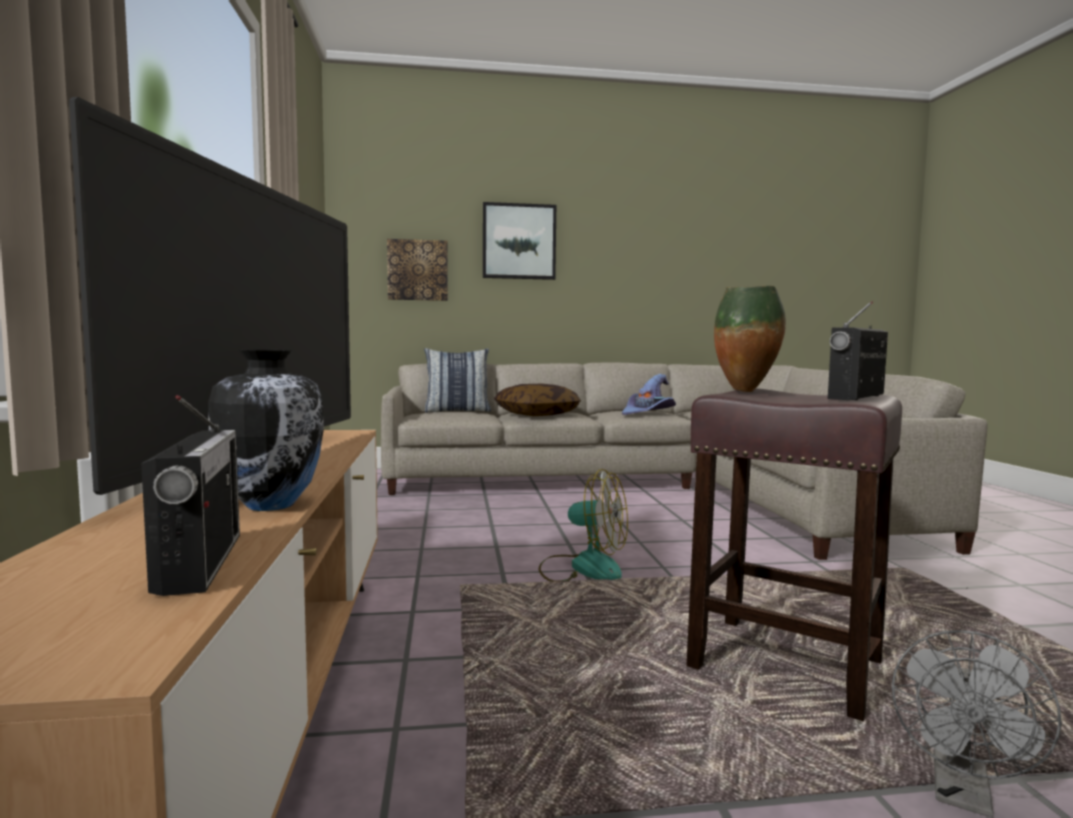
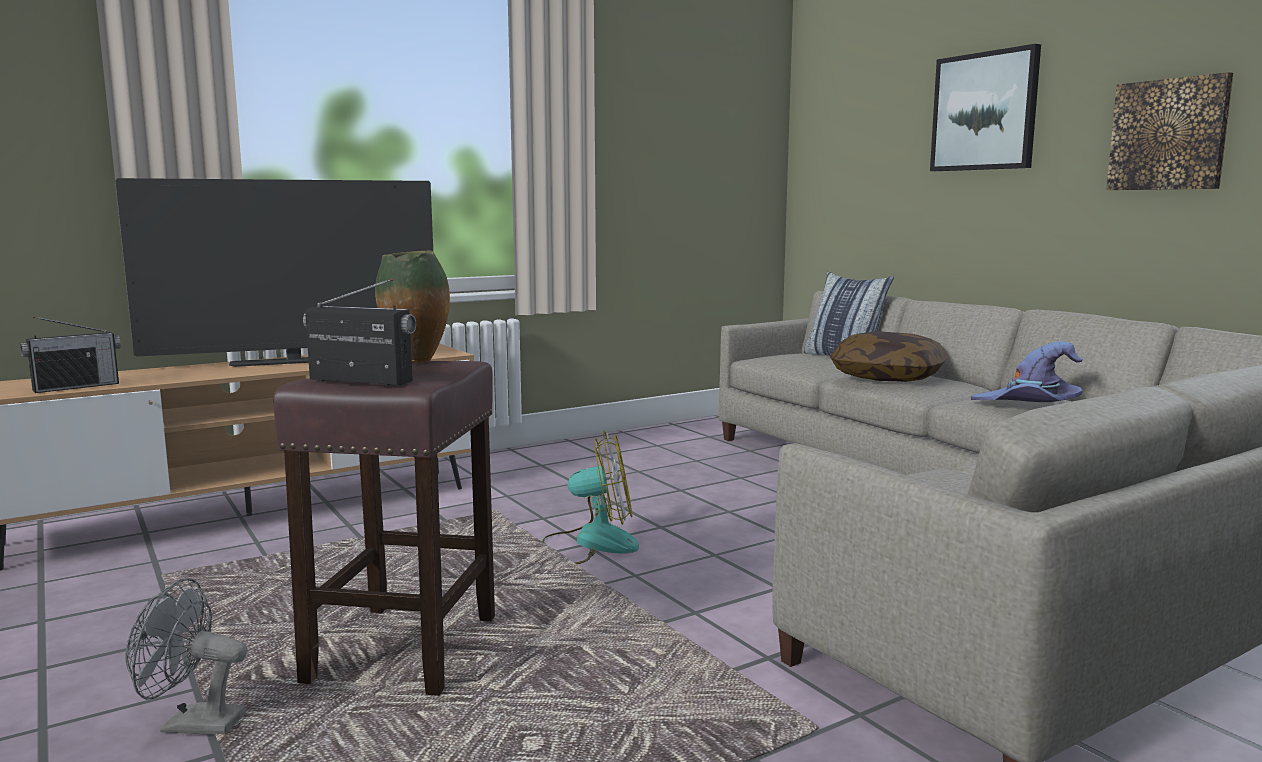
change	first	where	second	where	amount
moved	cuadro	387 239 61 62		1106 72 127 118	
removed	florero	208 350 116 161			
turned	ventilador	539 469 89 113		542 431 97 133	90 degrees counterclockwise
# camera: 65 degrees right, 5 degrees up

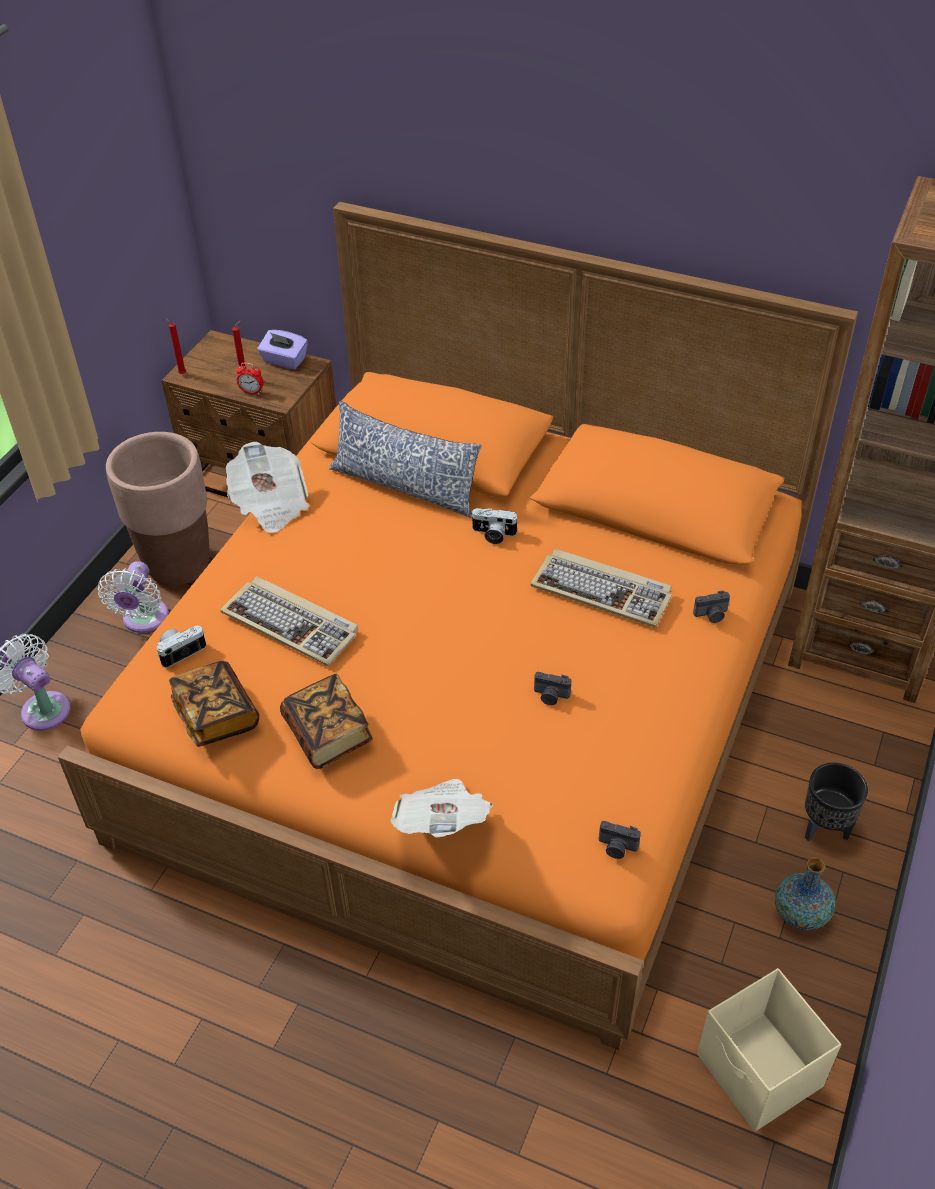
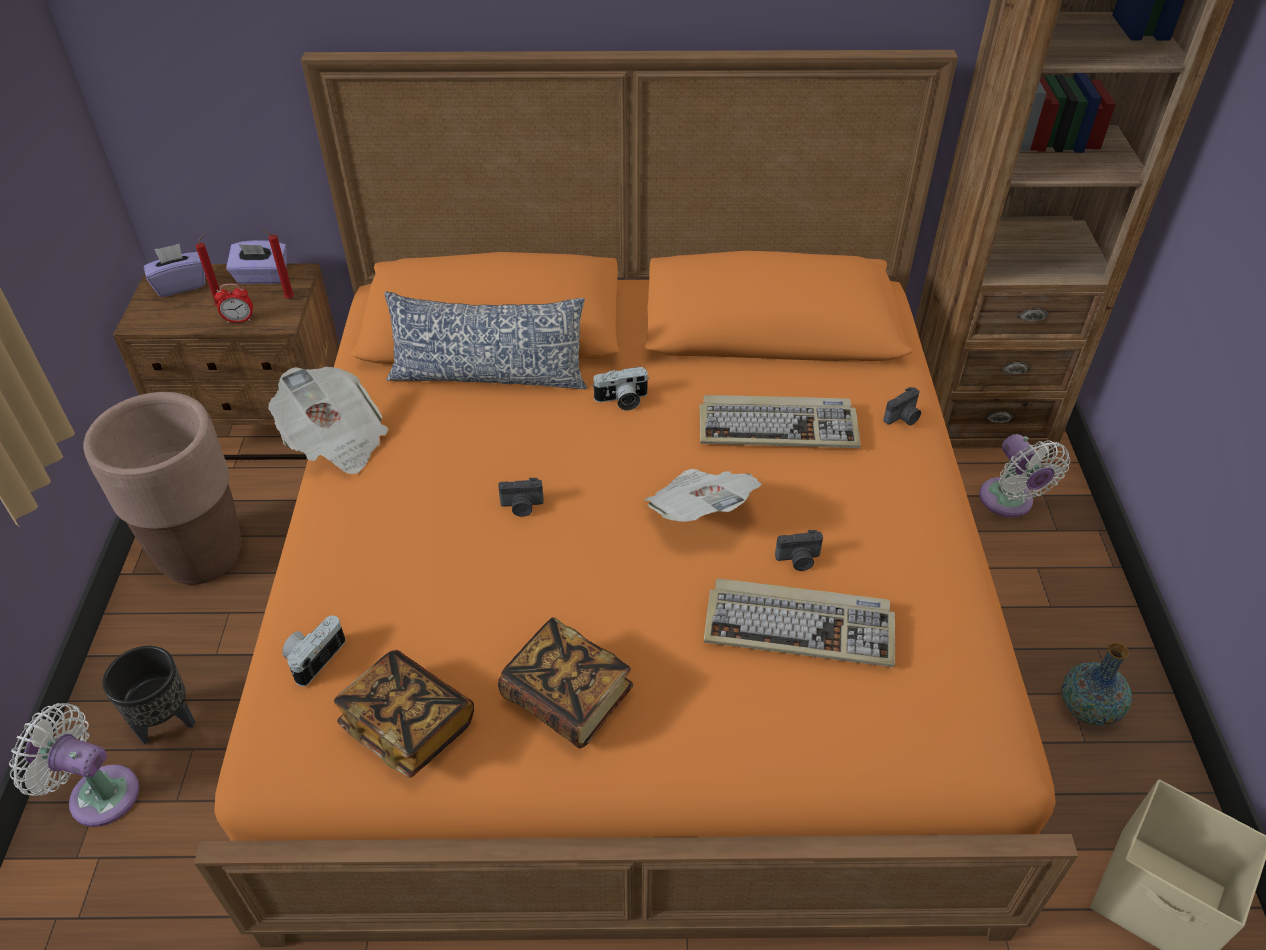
change	first	where	second	where	amount
moved	vela/rojo	165 318 21 56		263 230 31 69	
moved	ventilador/blanco	97 561 72 72		979 434 91 83	
moved	teclado	220 576 138 90		704 578 191 89	
moved	maceta/negro	805 763 63 78		102 646 93 99	
moved	periódico	390 779 103 59		644 469 118 53	
moved	cámara	599 821 42 38		498 478 46 39	
added			caja de pañuelos/morado	144 244 61 53	
# camera: 25 degrees left, 0 degrees up

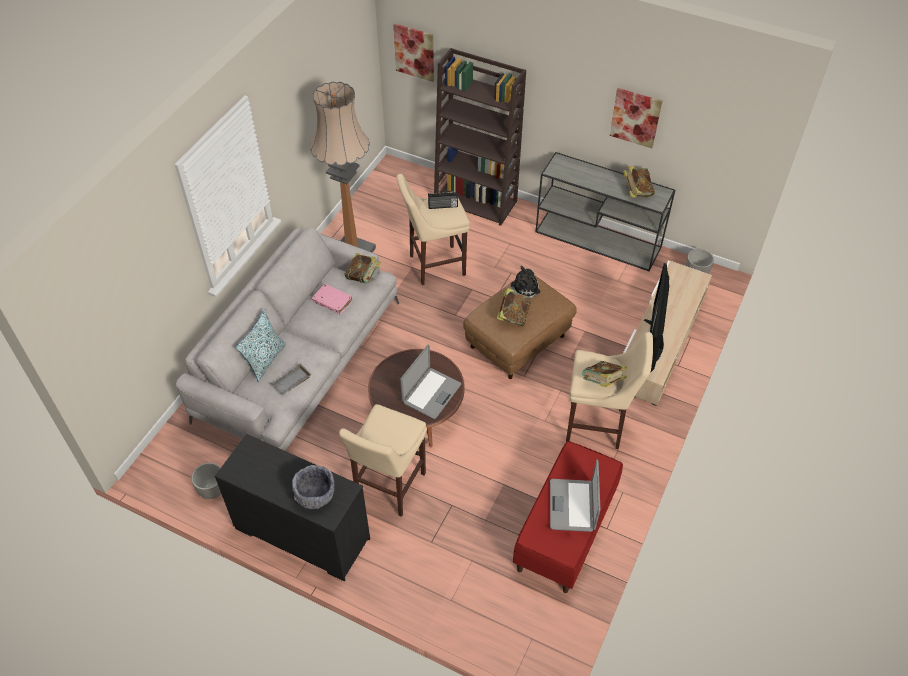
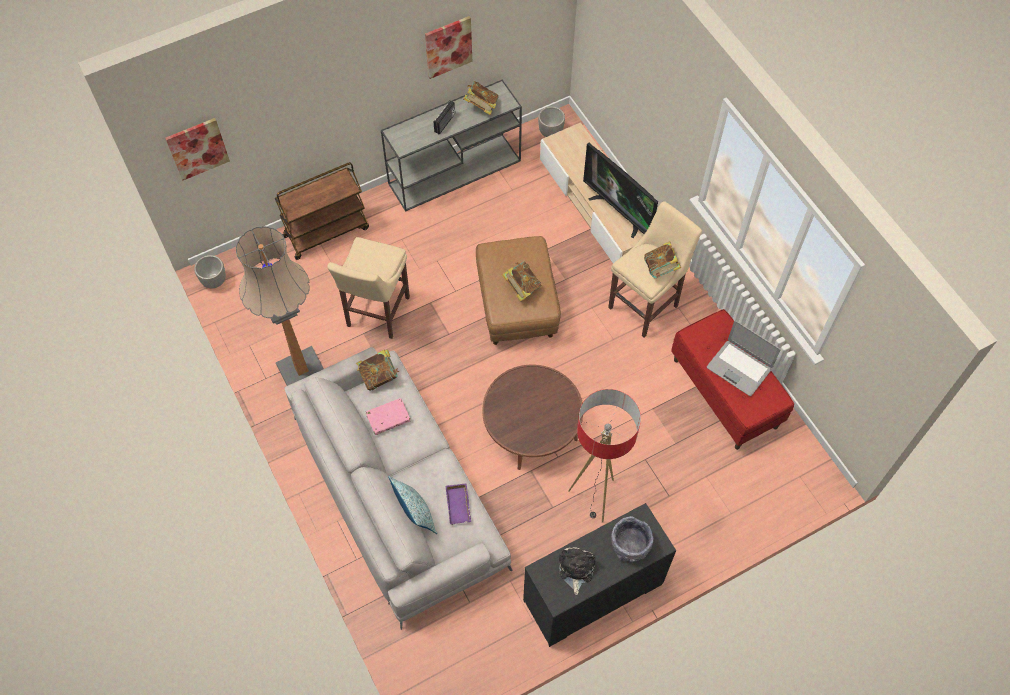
change	first	where	second	where	amount
replaced	estantería/marrón	434 48 92 178	carrito/marrón	275 162 94 98	
moved	radio	428 191 30 18		434 100 21 35	
moved	peluche	510 266 30 32		559 547 36 48	
removed	portátil	400 345 61 74			
recoloured	bandeja/gris	271 363 41 33	bandeja/morado	446 483 25 42	
replaced	taburete/beis	339 404 88 113	lámpara de pie	568 389 73 134	
moved	maceta	191 463 30 36		194 255 32 33	
# camera: 55 degrees left, 10 degrees up

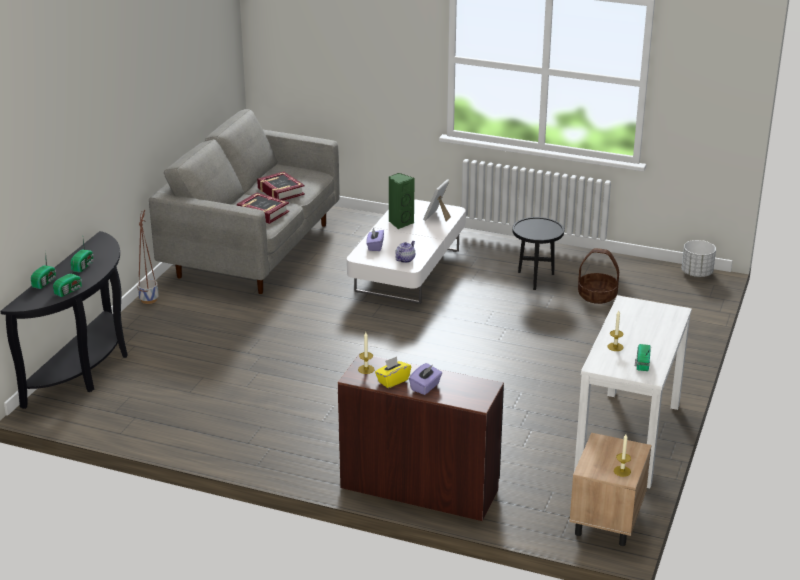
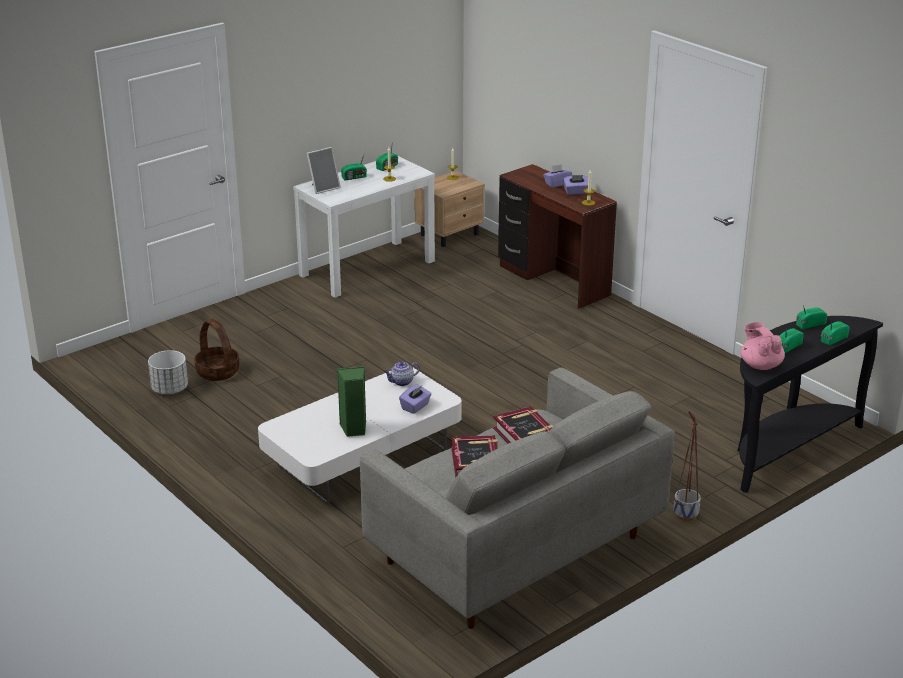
change	first	where	second	where	amount
moved	portarretratos	423 179 28 42		307 147 34 47	
removed	mesa auxiliar/negro	513 217 51 73			
moved	maceta/blanco	682 240 34 37		148 350 40 44	
recoloured	caja de pañuelos/amarillo	375 356 36 32	caja de pañuelos/morado	563 175 25 20	
added			radio	341 152 26 29	
added			tetera/rosa	741 322 44 48	
# camera: 150 degrees left, 0 degrees up

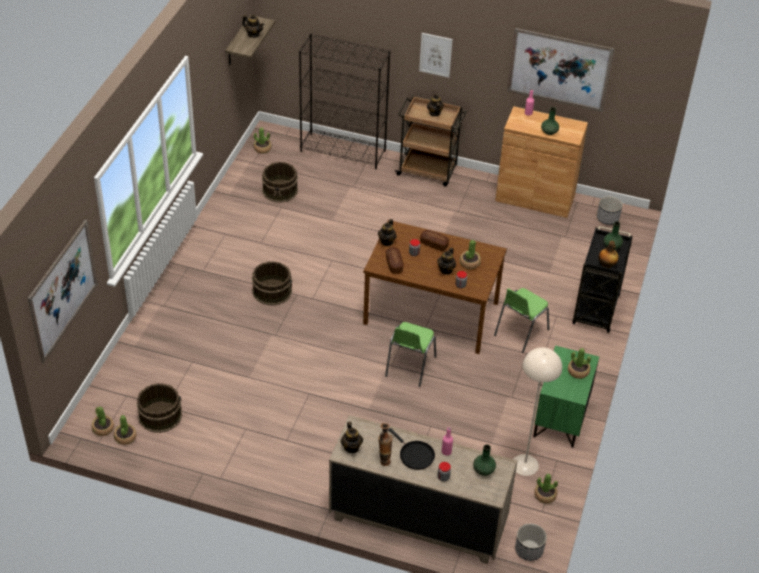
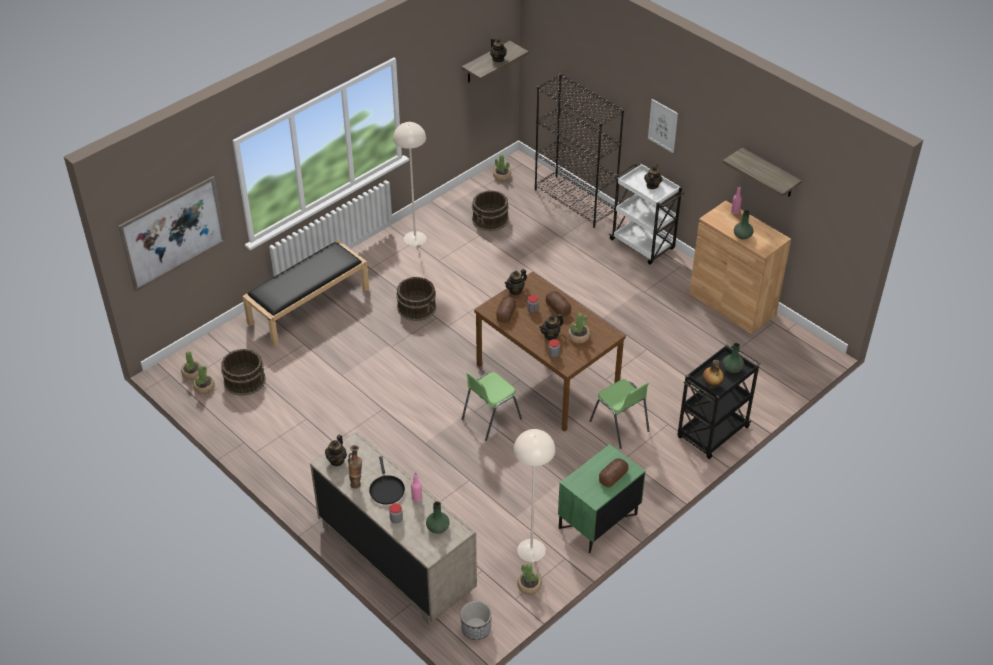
change	first	where	second	where	amount
replaced	cuadro	507 28 107 84	estante	723 148 79 49	
recoloured	carrito/marrón	395 96 72 90	carrito/blanco	609 163 75 102	
removed	maceta	597 196 26 29			
turned	silla/verde	494 288 55 65		589 379 60 70	105 degrees counterclockwise
replaced	planta en maceta	568 348 23 31	pan	599 458 29 30	
added			lámpara de pie/beis	393 122 34 124	
added			banco/negro	242 240 127 107	
# camera: 30 degrees right, 0 degrees up

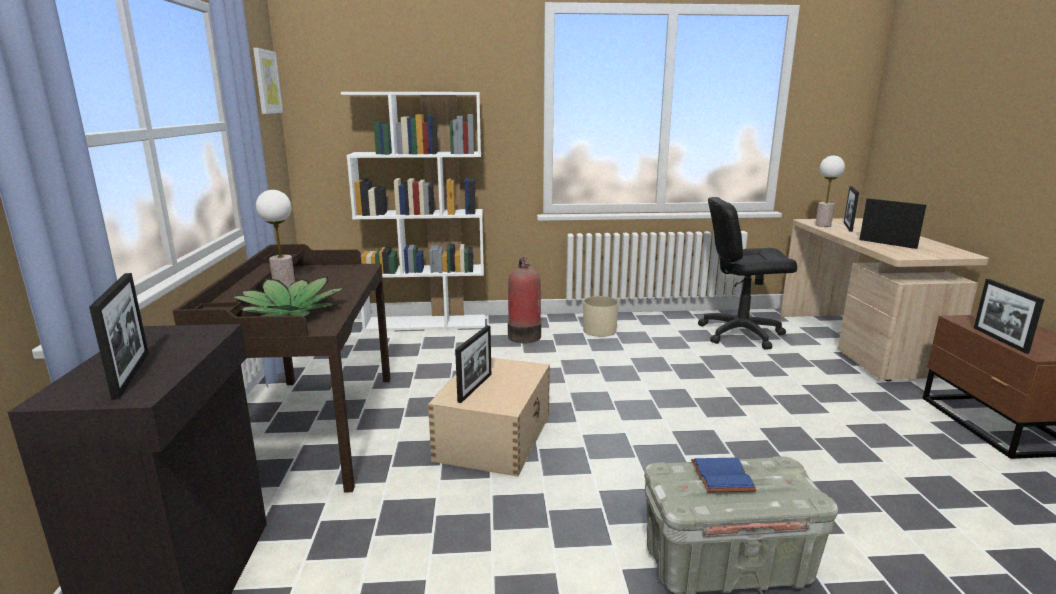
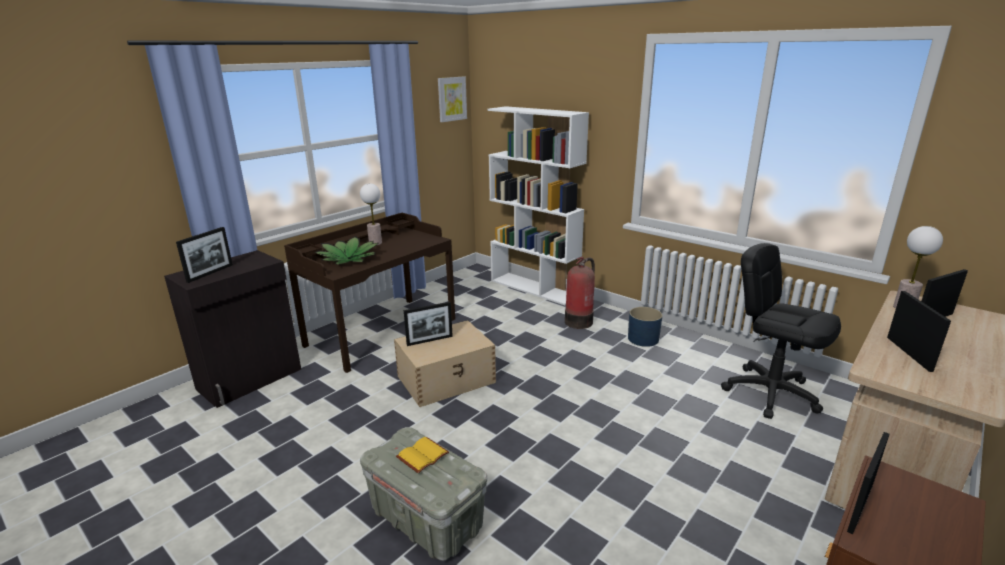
change	first	where	second	where	amount
recoloured	maceta/beis	583 296 36 41	maceta/azul	628 307 35 40	
recoloured	libro/azul	691 458 66 34	libro/amarillo	396 437 53 37	
# camera: 45 degrees right, 5 degrees up

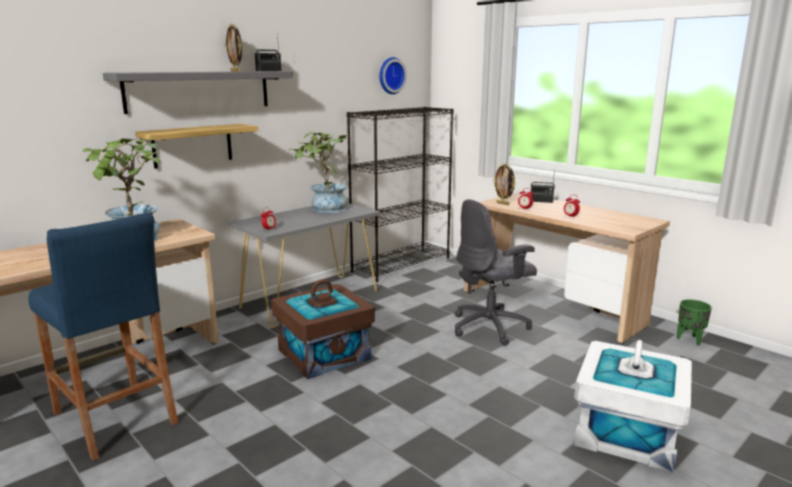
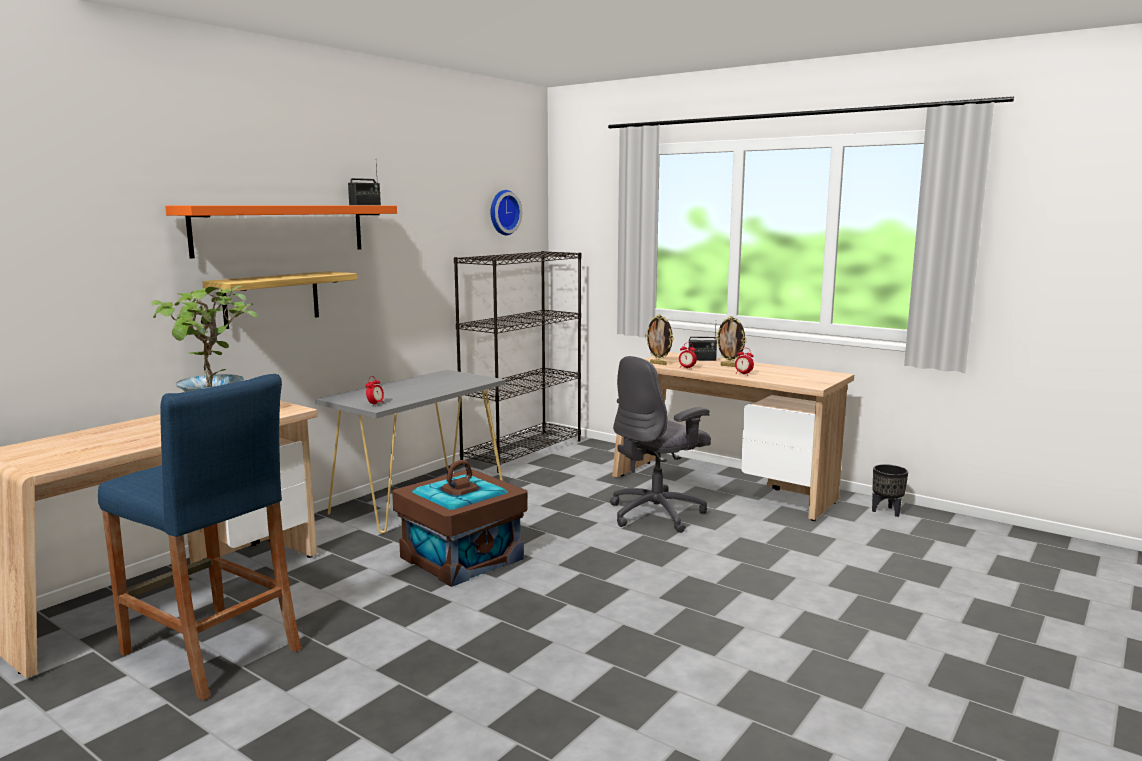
change	first	where	second	where	amount
moved	portarretratos	225 23 17 49		715 316 32 51	
recoloured	estante/gris	103 71 190 43	estante/naranja	165 206 232 52	
removed	planta en maceta	288 132 59 81			
recoloured	maceta/verde	677 299 35 46	maceta/negro	872 464 36 53	
removed	caja de almacenaje/blanco	574 340 118 133			
# camera: 10 degrees left, 5 degrees down

